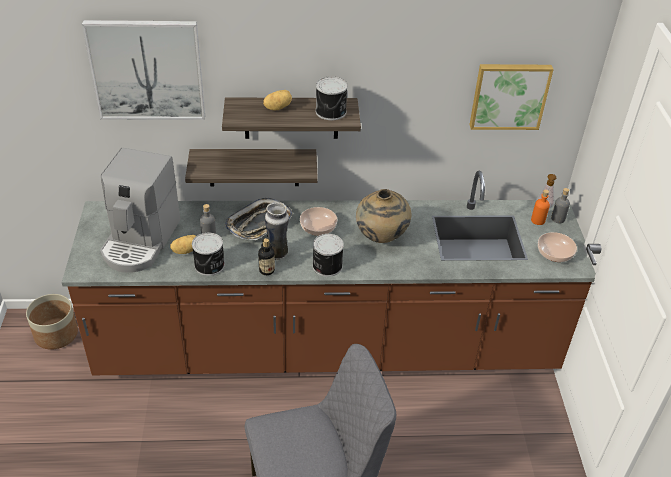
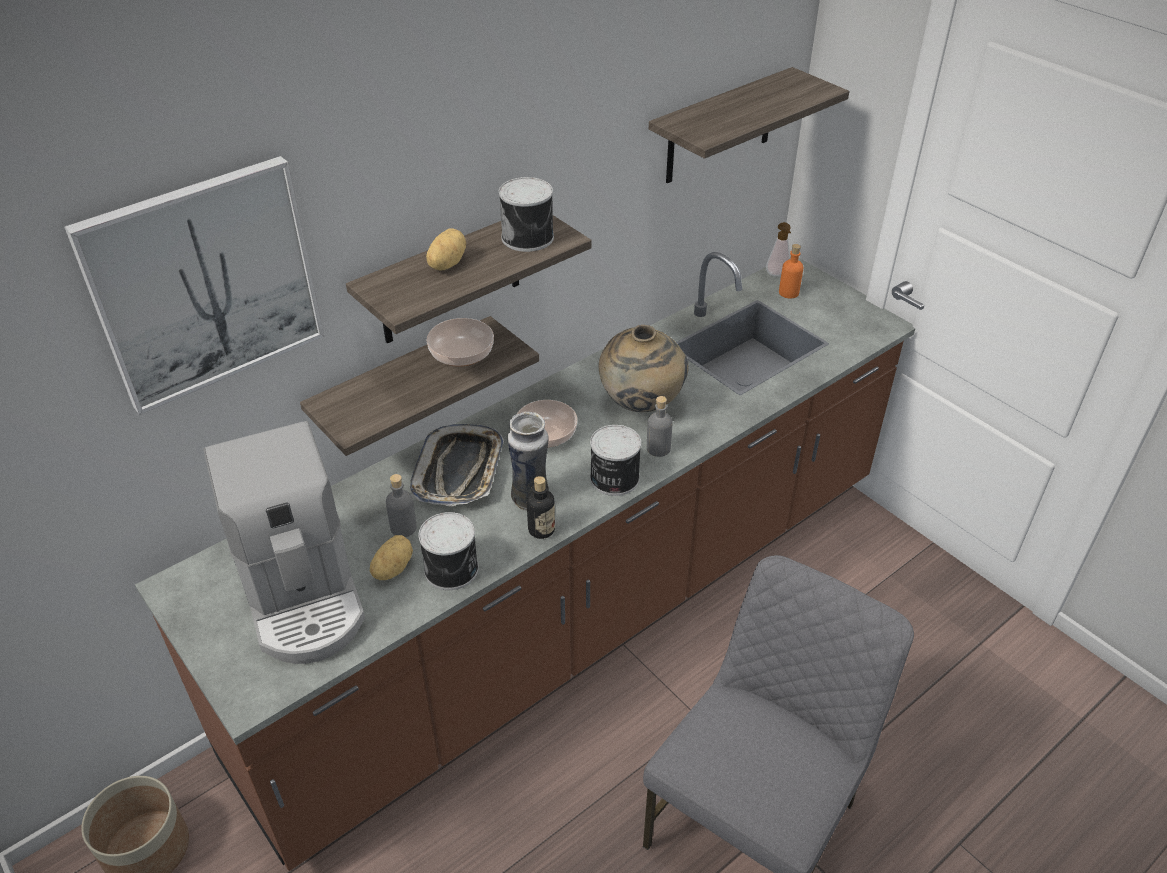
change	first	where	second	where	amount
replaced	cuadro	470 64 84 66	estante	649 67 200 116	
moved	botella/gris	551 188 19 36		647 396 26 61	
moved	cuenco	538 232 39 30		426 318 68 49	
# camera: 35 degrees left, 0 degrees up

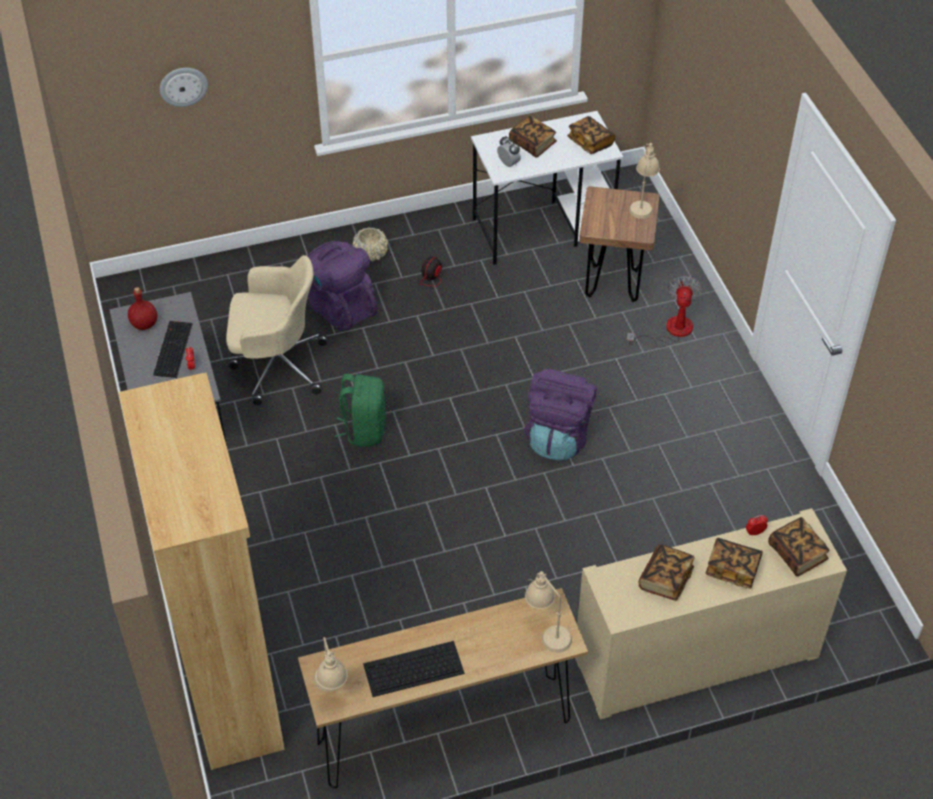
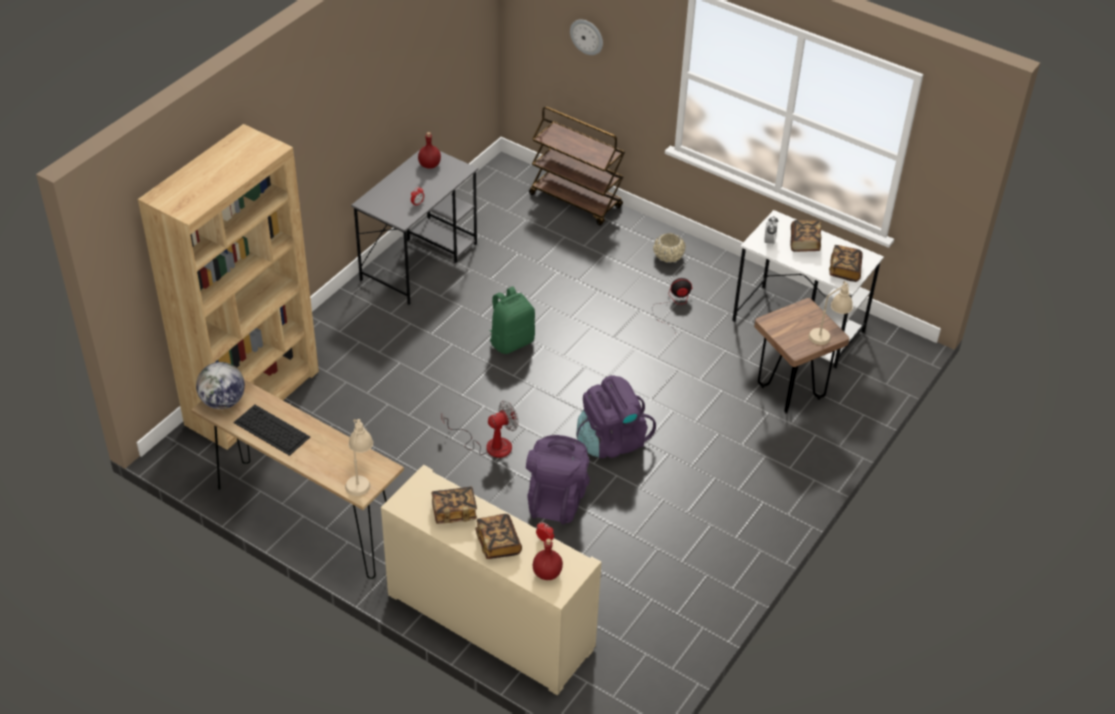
change	first	where	second	where	amount
moved	mochila/morado	307 241 70 90		526 435 64 89	
removed	silla de oficina/beis	226 255 101 150			
moved	ventilador	627 276 75 71		441 401 78 57	
removed	teclado	153 321 40 57			
replaced	libro	768 517 62 59	botella/rojo	533 538 30 42	
replaced	lámpara de mesa/beis	314 637 34 55	globo terráqueo	196 362 49 47	
added			carrito/marrón	529 106 96 120	
# camera: 50 degrees right, 5 degrees down

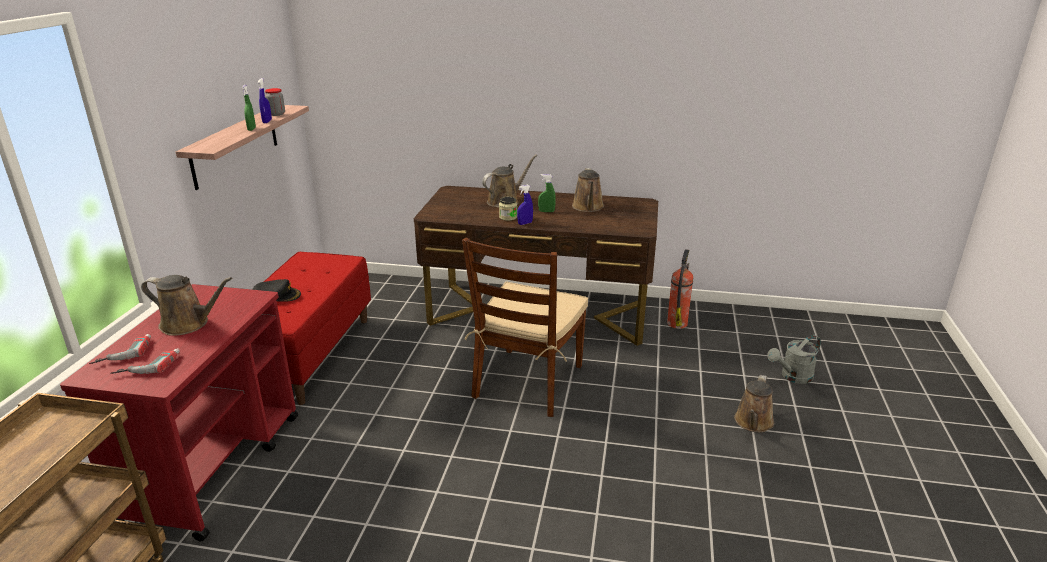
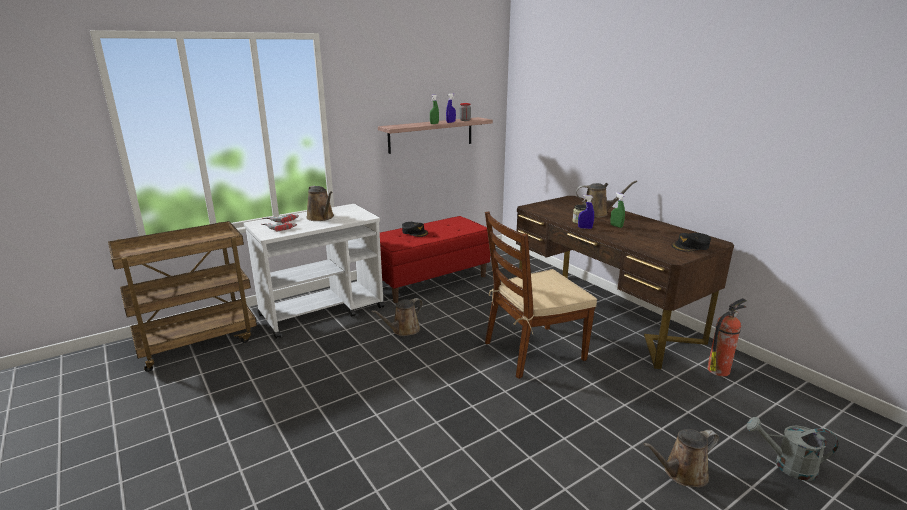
change	first	where	second	where	amount
moved	regadera/marrón	572 168 32 44		371 298 52 38	
recoloured	carrito/rojo	60 284 238 257	carrito/blanco	244 204 140 135	
added			gorra/negro	671 233 40 19	
# camera: 45 degrees right, 5 degrees down

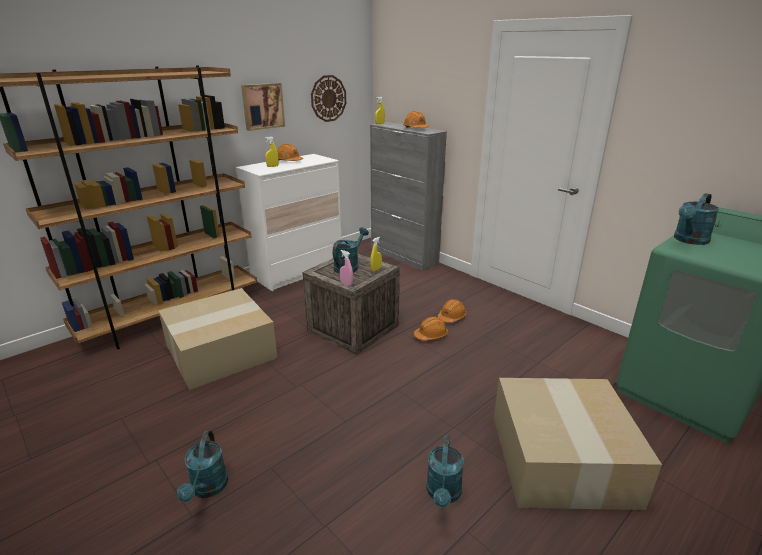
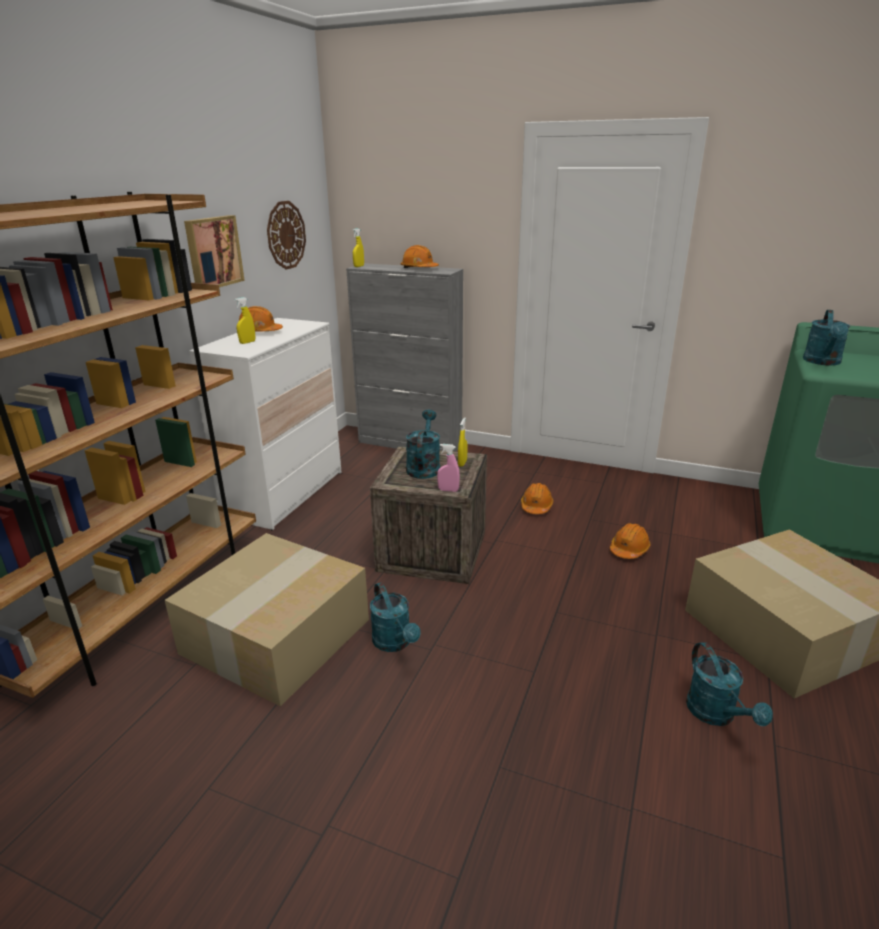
change	first	where	second	where	amount
moved	casco/naranja	414 317 34 24		610 523 41 36	
moved	regadera/turquesa	177 431 51 71		370 582 51 70	
# camera: 25 degrees left, 0 degrees up

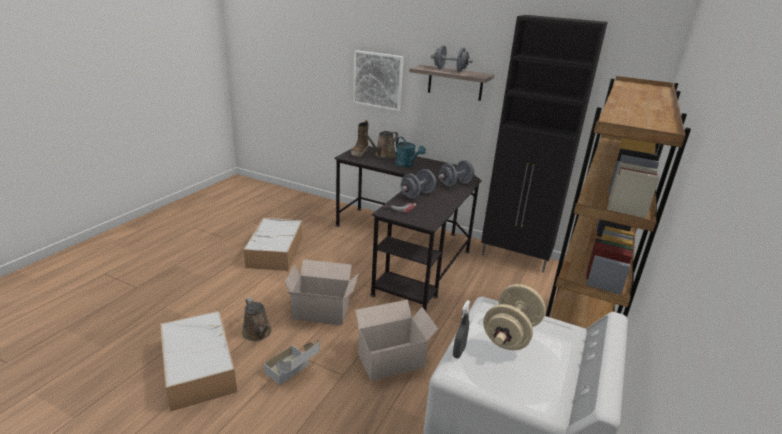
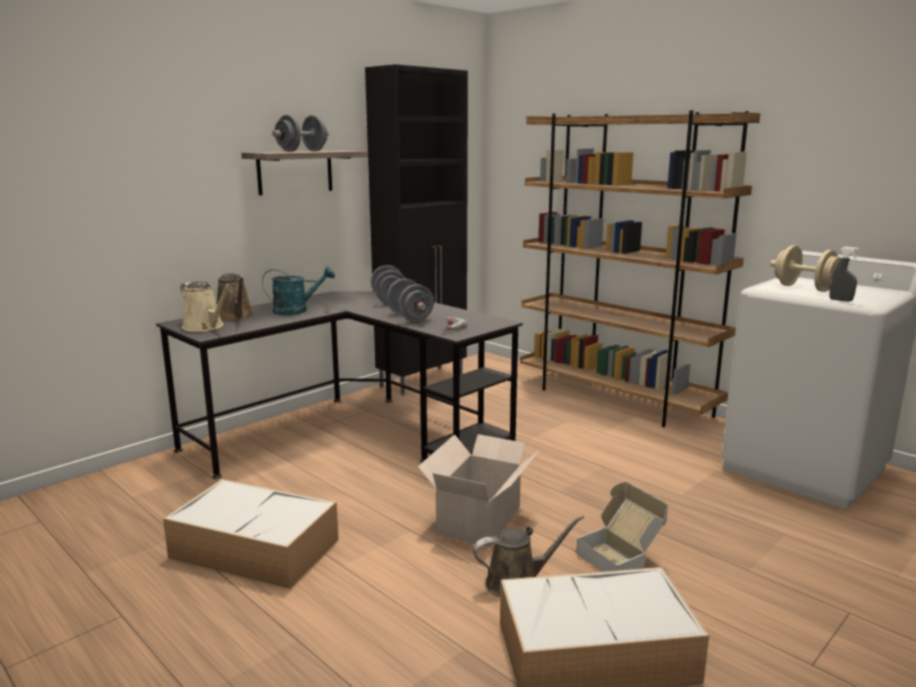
change	first	where	second	where	amount
removed	cuadro	353 50 51 61			
replaced	bota	351 120 18 37	regadera/beis	180 281 51 51	
removed	caja de cartón	355 300 83 81			
# camera: 70 degrees left, 10 degrees down

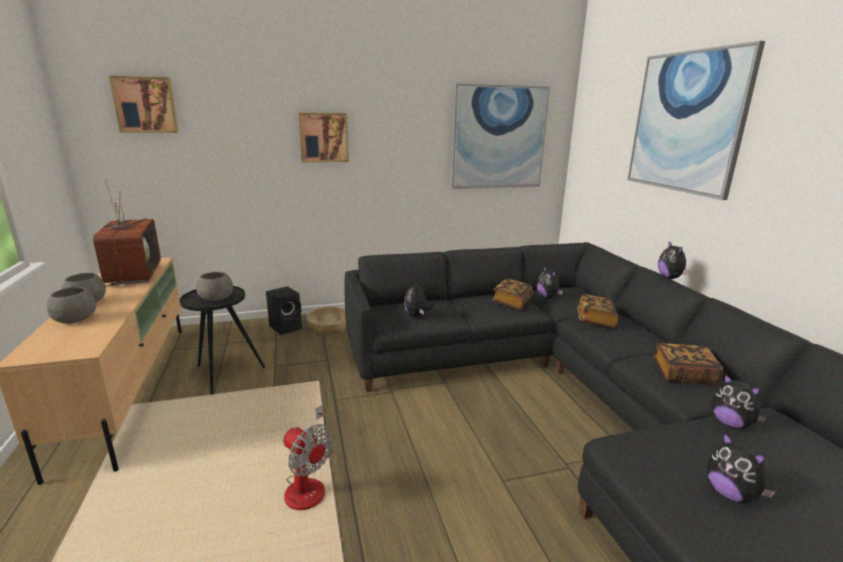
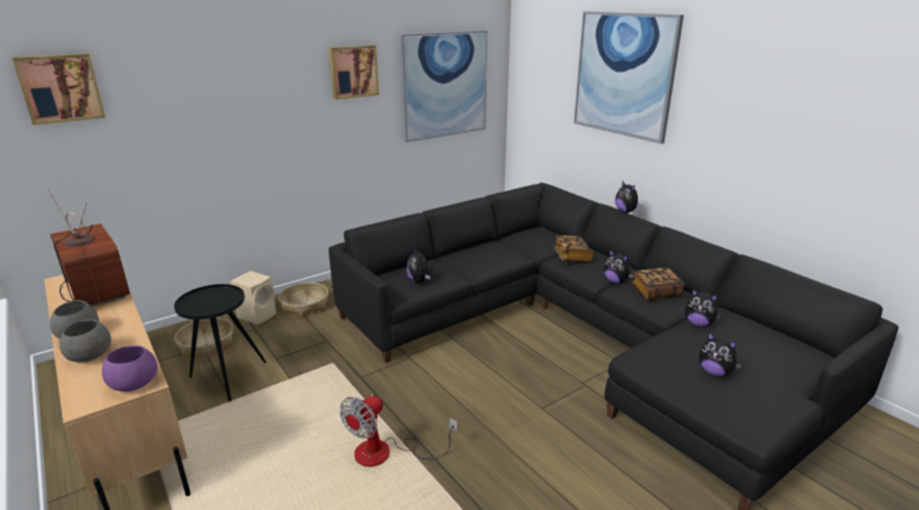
change	first	where	second	where	amount
moved	cuadro	298 113 51 49		329 45 50 55	
moved	peluche	537 267 26 32		604 250 30 34	
removed	cuenco/gris	196 272 37 29			
removed	libro	492 278 41 32			
recoloured	altavoz/negro	266 286 36 49	altavoz/beis	230 271 46 54	
turned	ventilador	283 404 50 106		340 394 118 73	105 degrees clockwise
added			cesta	175 318 58 39	
added			cuenco/morado	102 345 56 47	
# camera: 20 degrees left, 5 degrees up

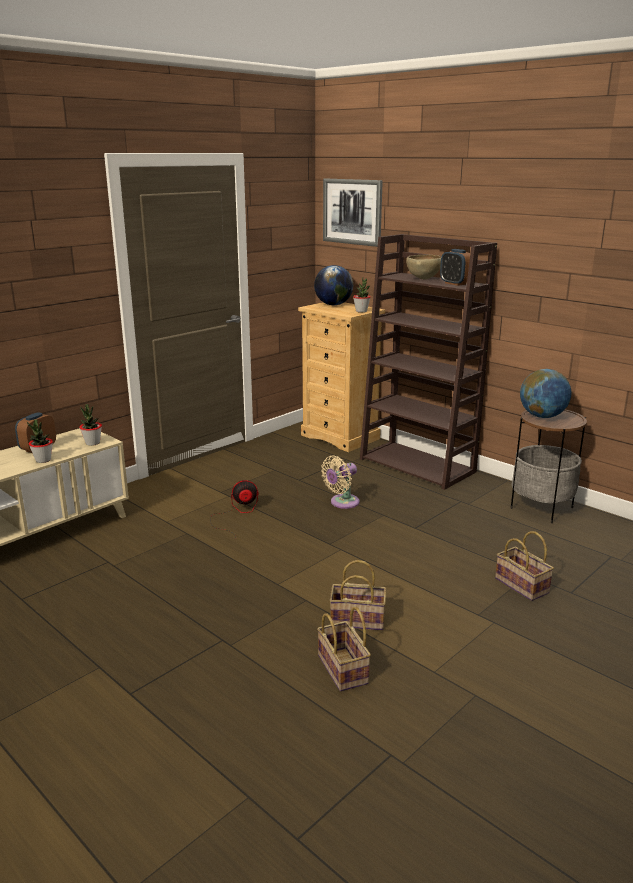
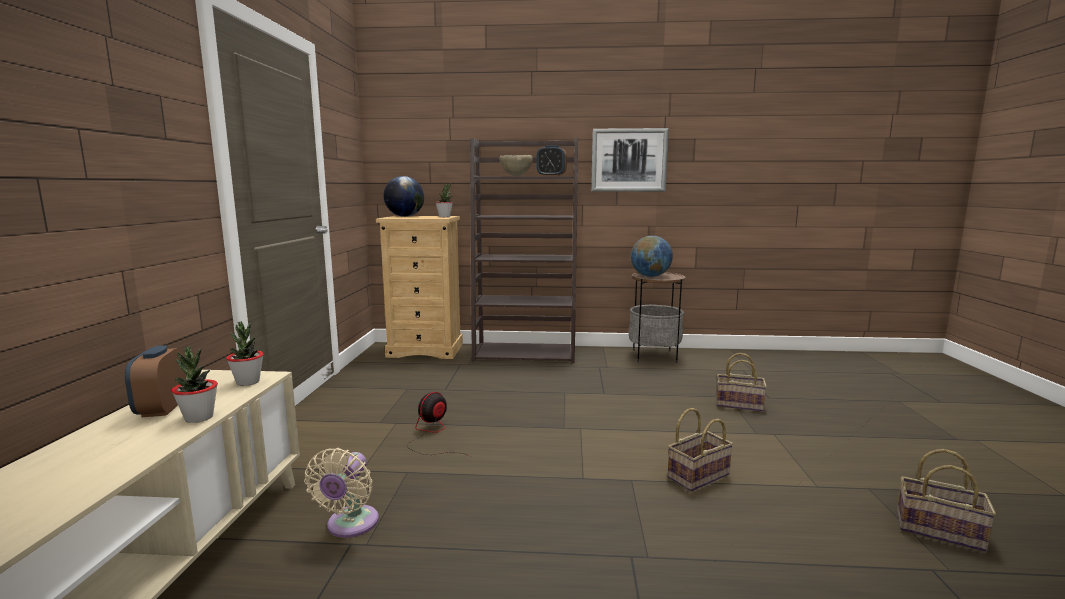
change	first	where	second	where	amount
moved	cuadro	323 179 60 68		591 128 78 64	
moved	ventilador/beis	321 455 39 54		304 448 75 90	
moved	cesta	317 607 54 84		897 449 99 103	
# camera: 40 degrees left, 10 degrees down

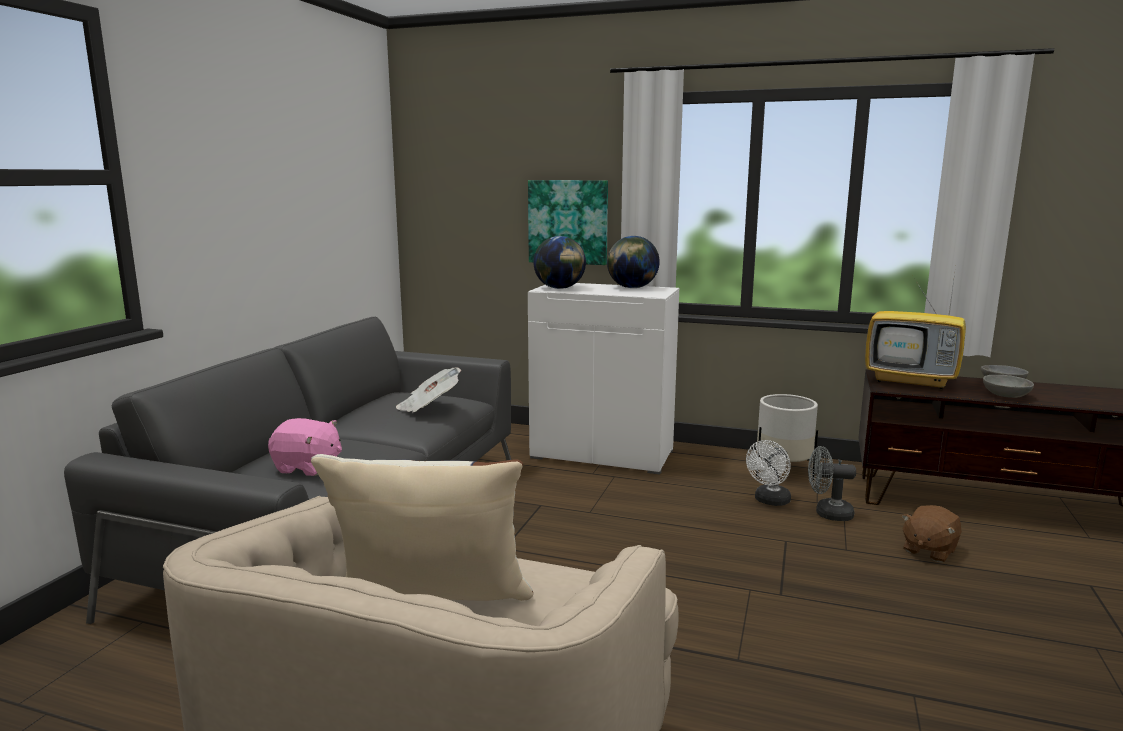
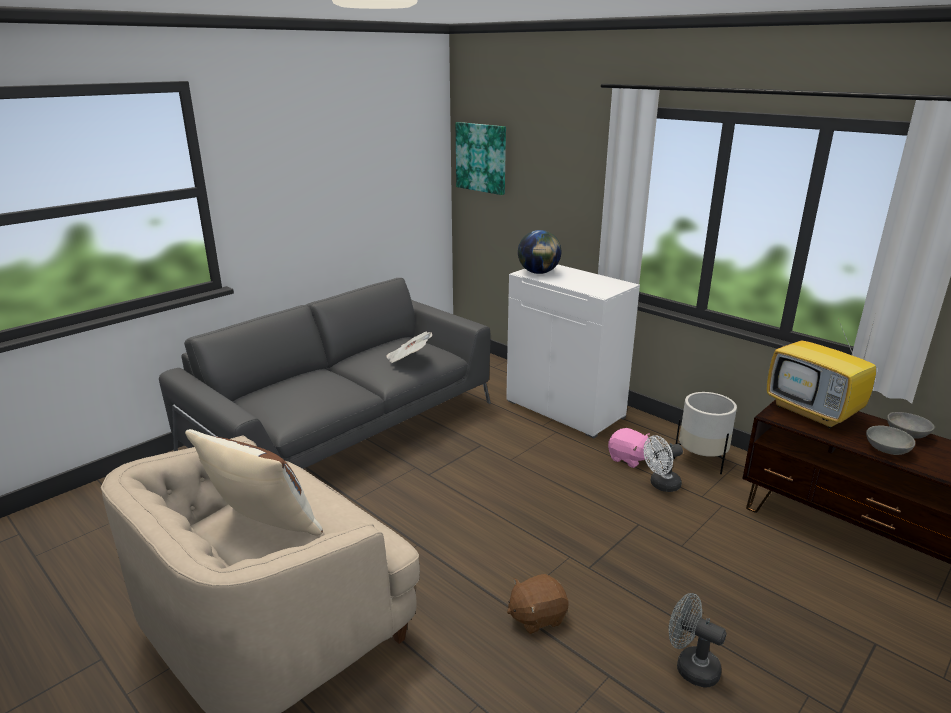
change	first	where	second	where	amount
moved	cuadro	528 180 80 85		456 122 50 73	
removed	globo terráqueo	607 236 53 52			
moved	peluche/rosa	268 418 74 58		608 428 42 40	
moved	ventilador/gris	808 446 48 75		669 593 57 95	
moved	peluche/marrón	902 505 60 57		507 574 61 60	
# camera: 25 degrees right, 10 degrees up

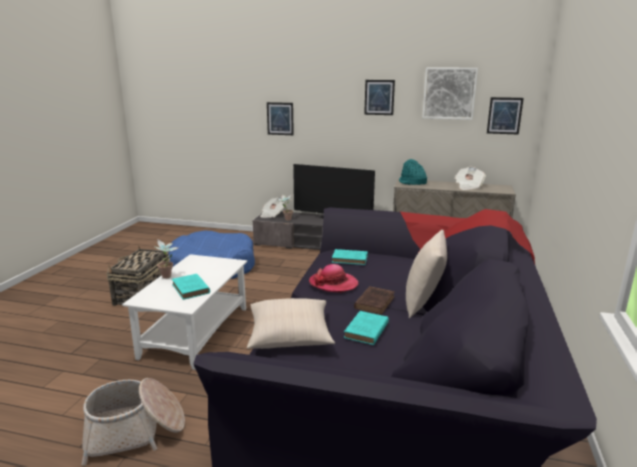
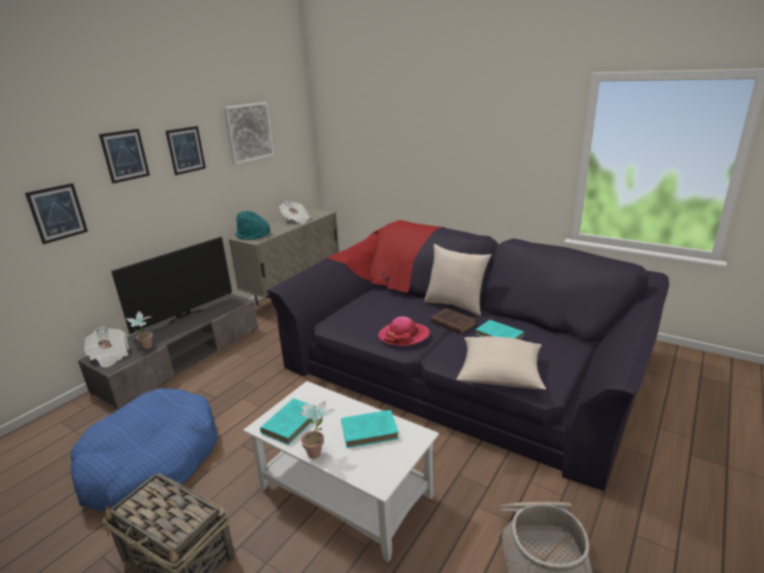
change	first	where	second	where	amount
moved	cuadro	487 97 37 38		99 129 51 55	
moved	libro/turquesa	332 249 36 16		260 398 56 47	
# camera: 70 degrees left, 5 degrees up

